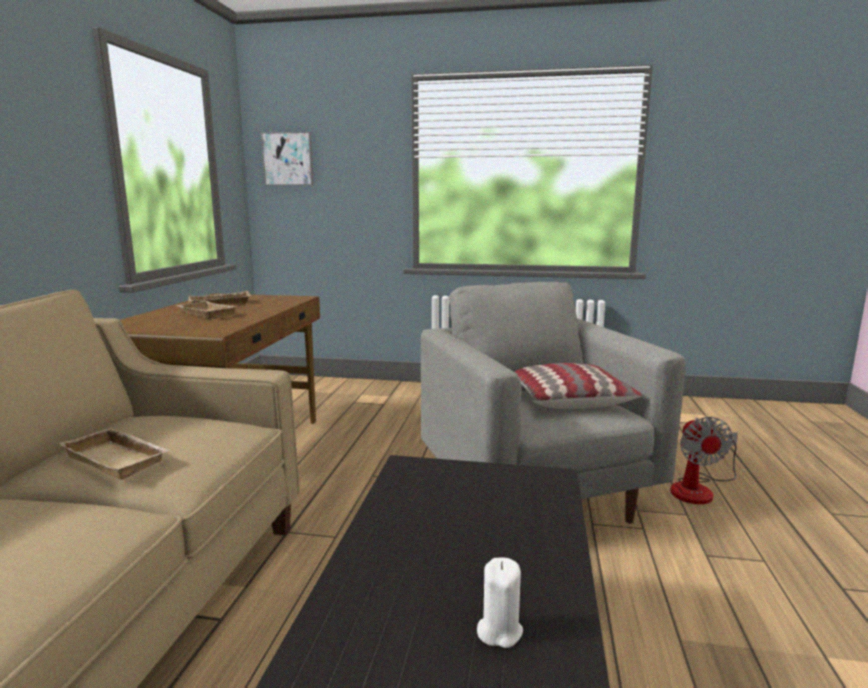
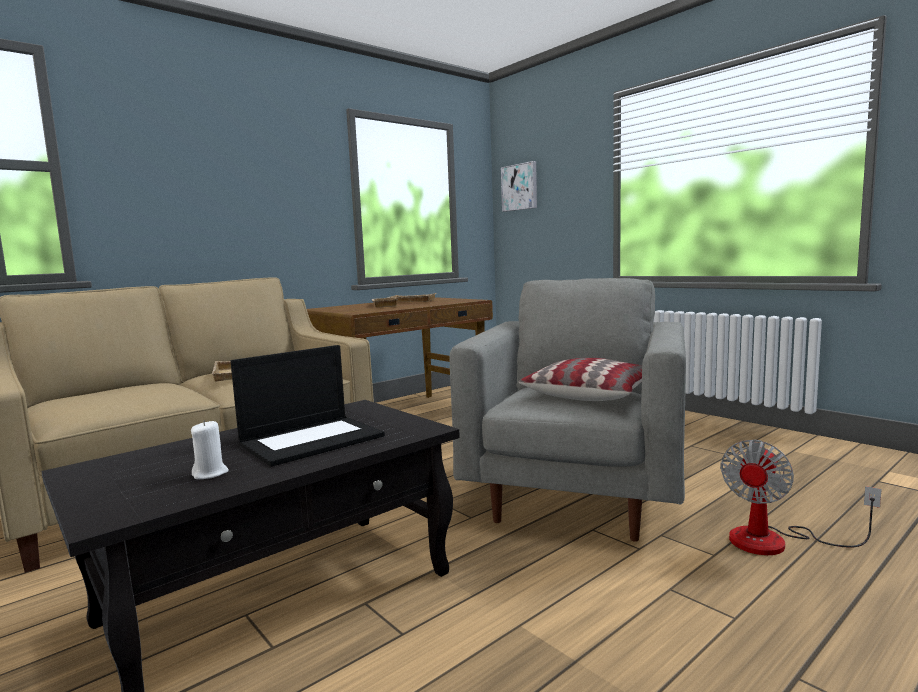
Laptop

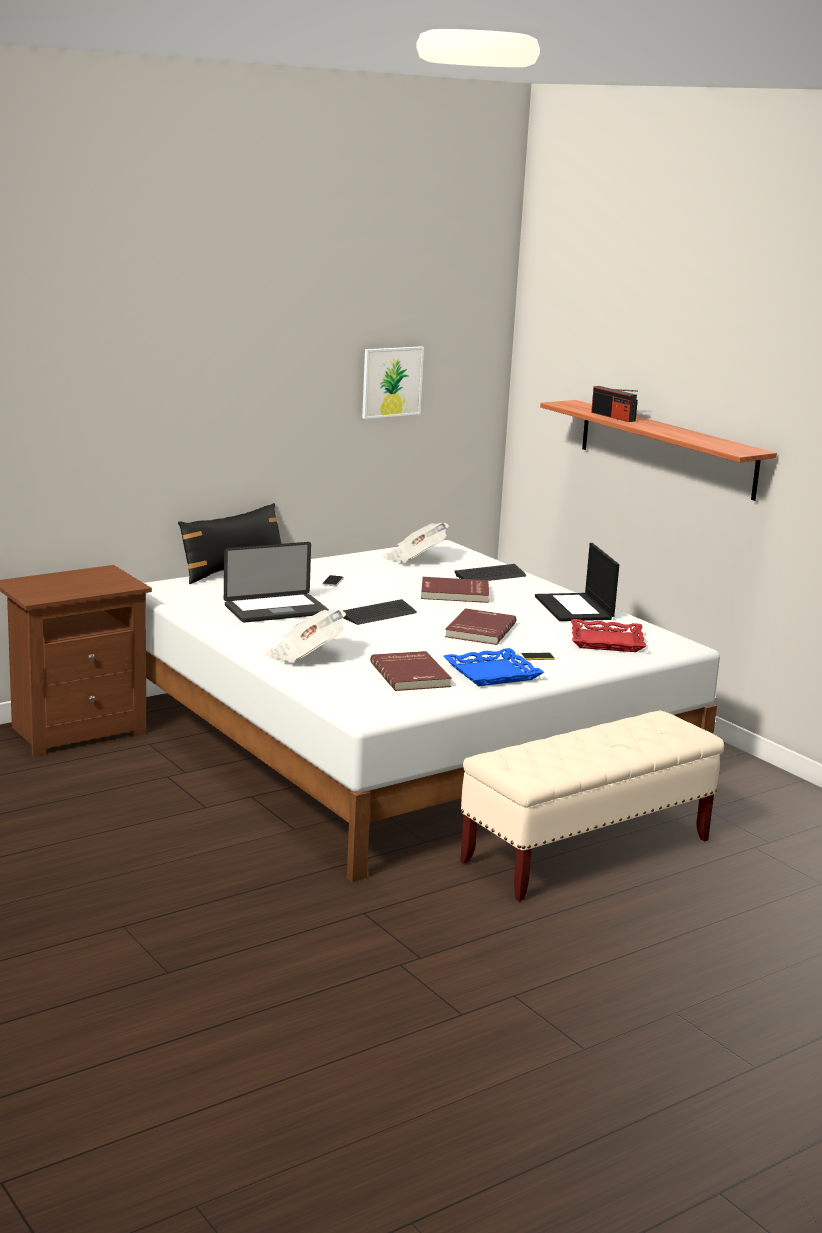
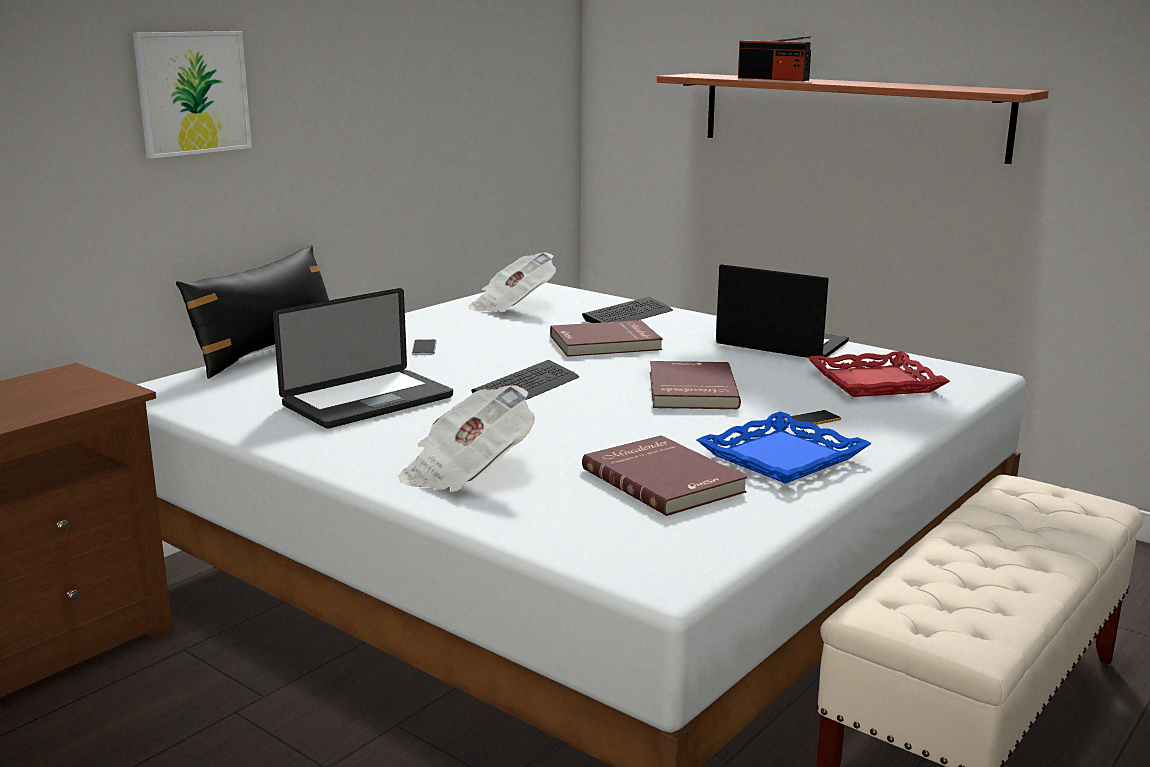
Picture
Laptop (no. 2 from left)

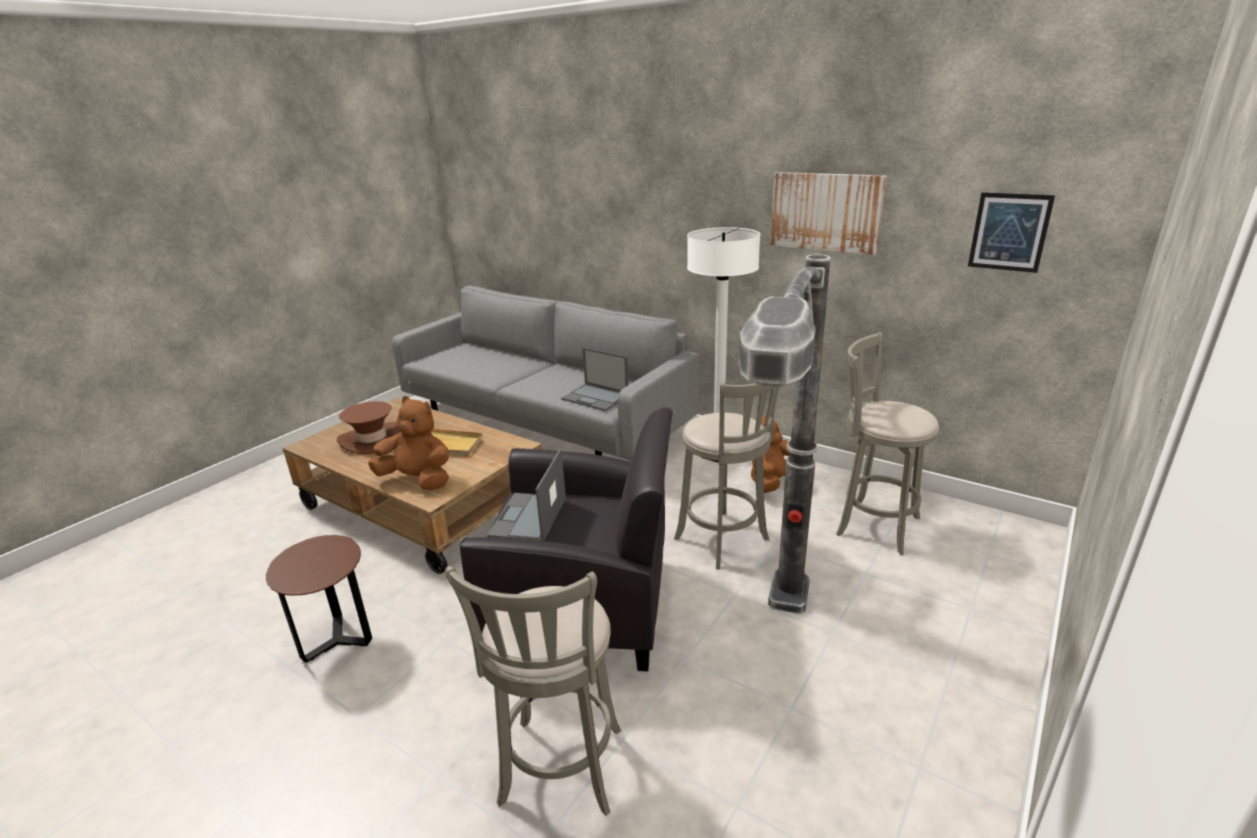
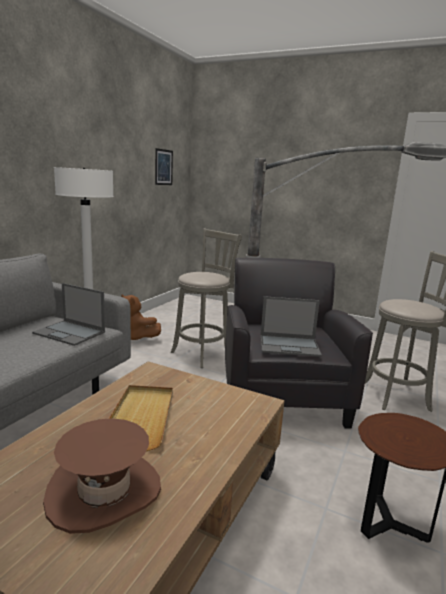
Laptop (no. 1 from left)
BrownPlushToy (no. 1 from left in the first image)
Picture (no. 1 from left in the first image)
GreyStool (no. 3 from left in the first image)

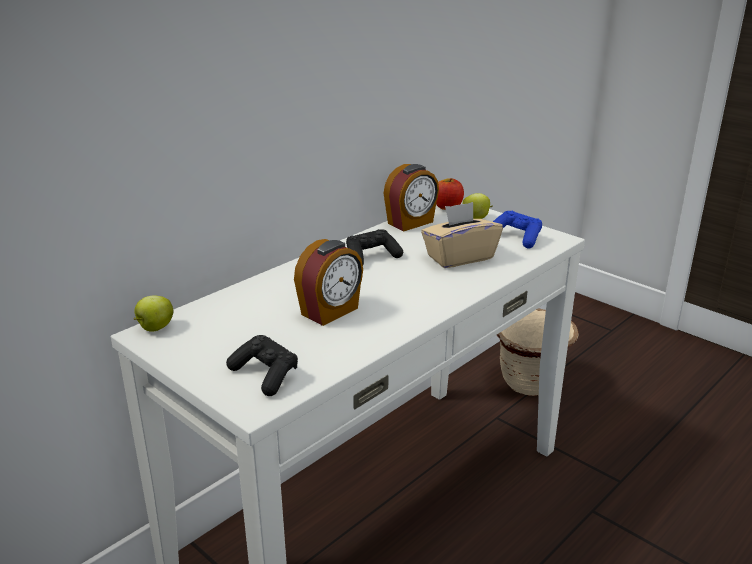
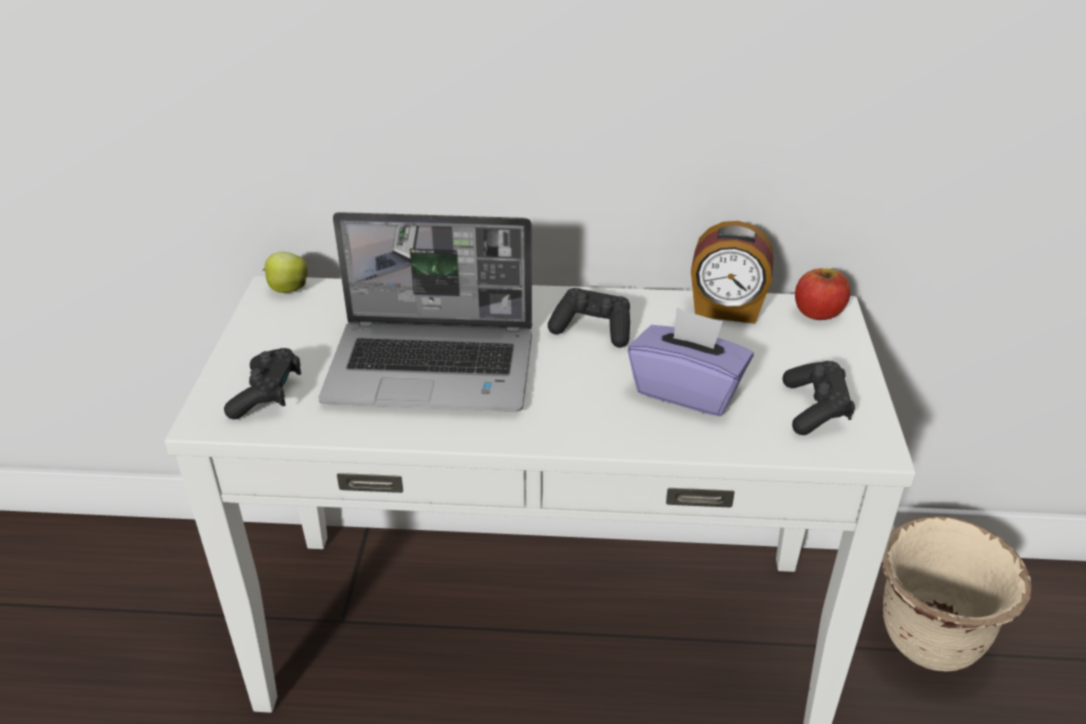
Laptop
PurpleTissueBox
BlackGameController (no. 3 from left)
Apple (no. 3 from left in the first image)

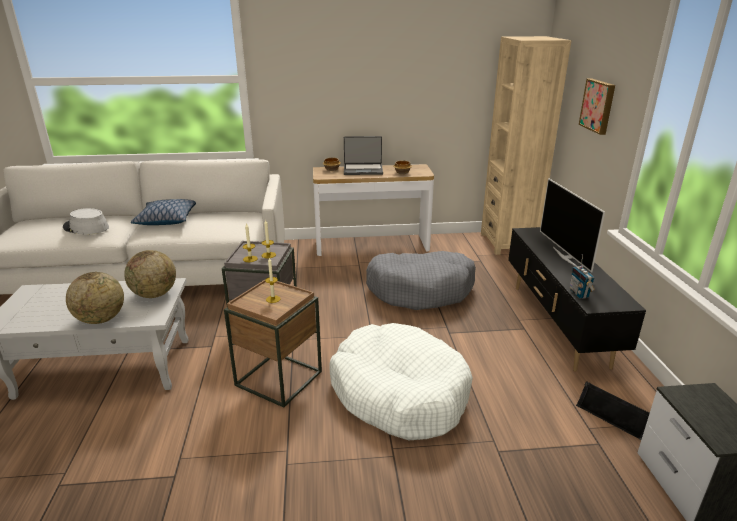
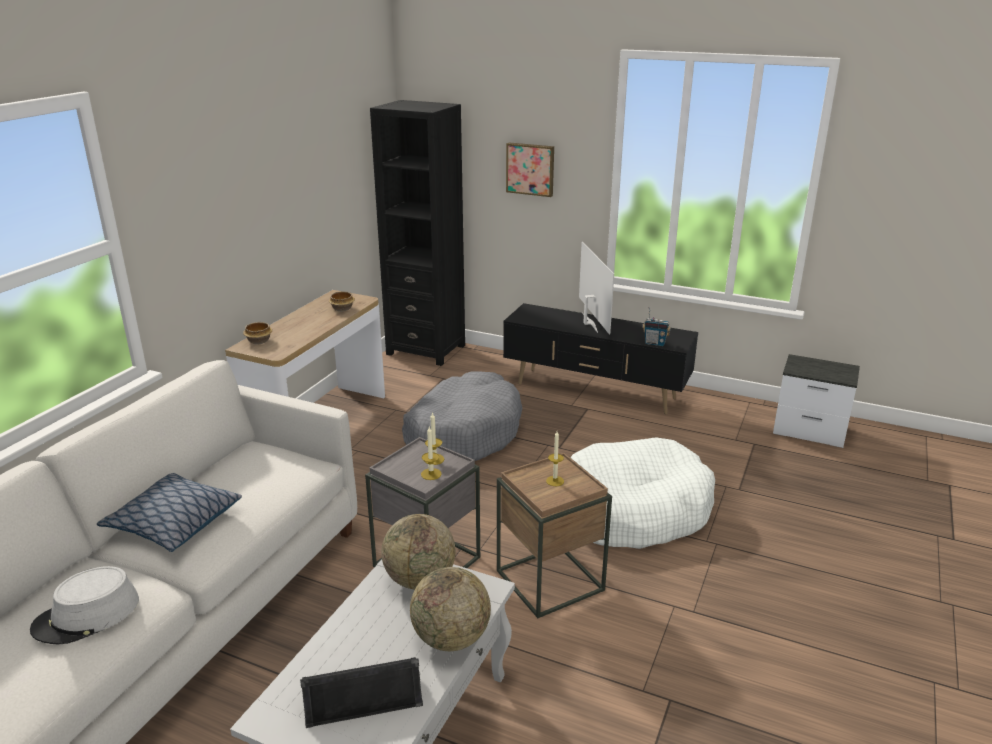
BlackSpeaker
BlackBookcase
Television
Laptop

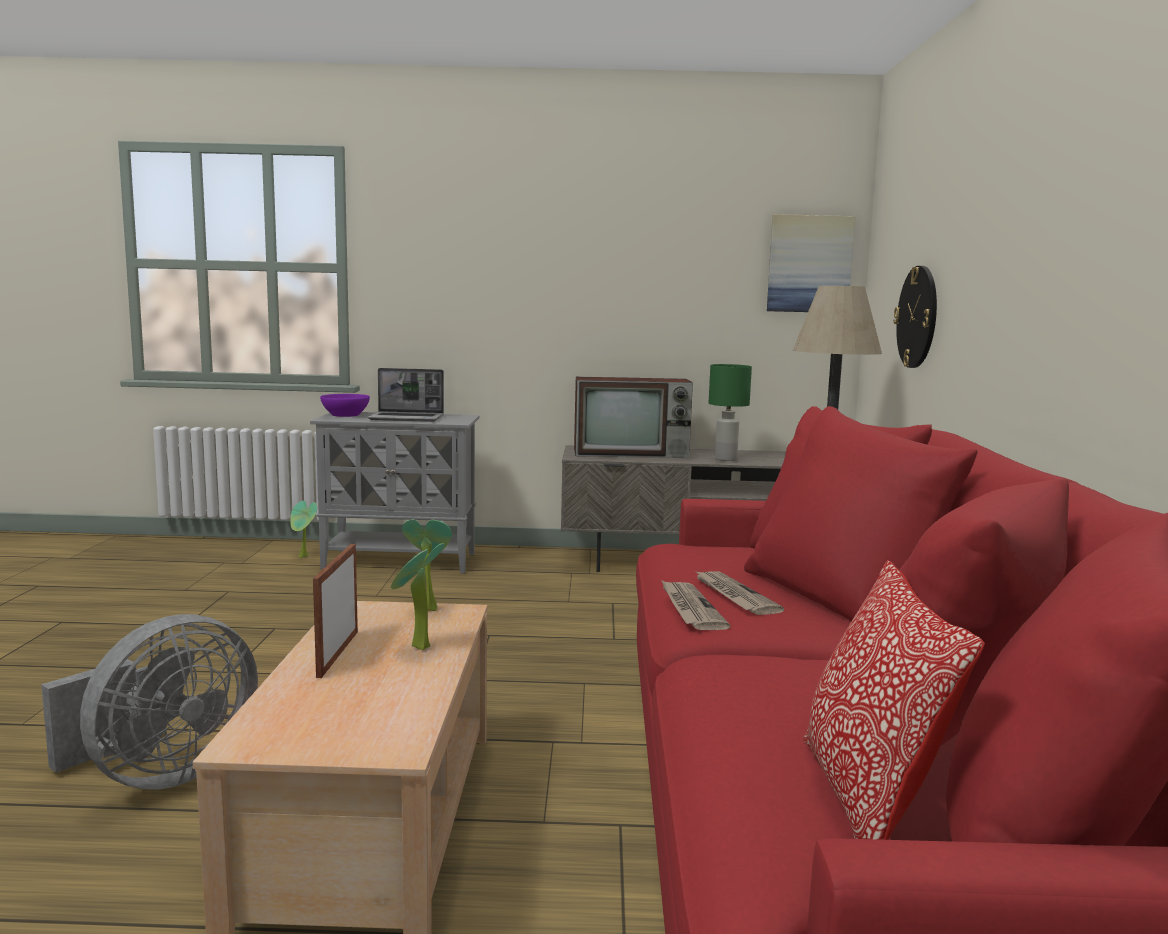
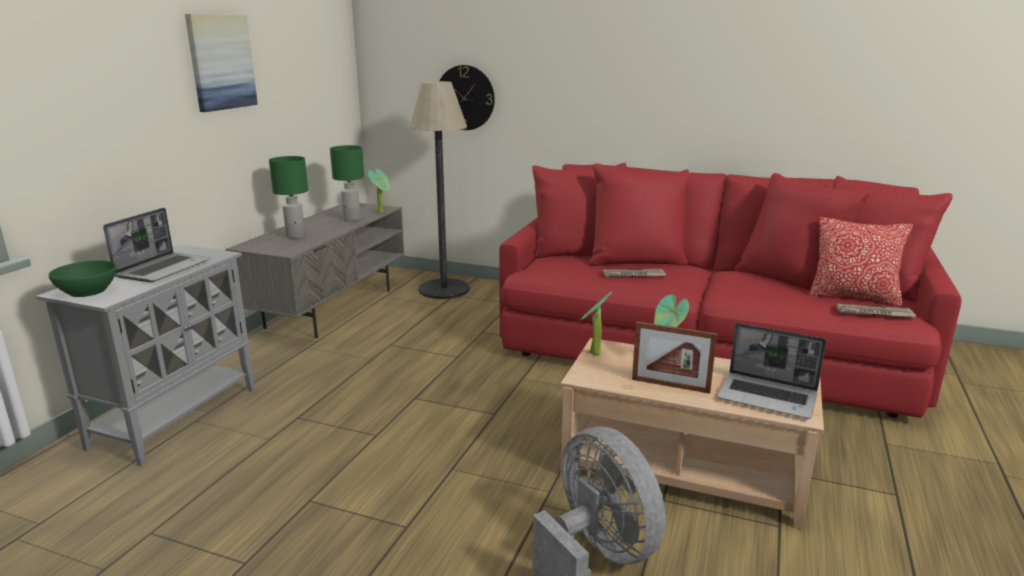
GreenBowl
Picture
GreenTableLamp (no. 1 from left)
PottedPlant (no. 1 from left)
Laptop (no. 2 from left)
Newspaper (no. 2 from left)

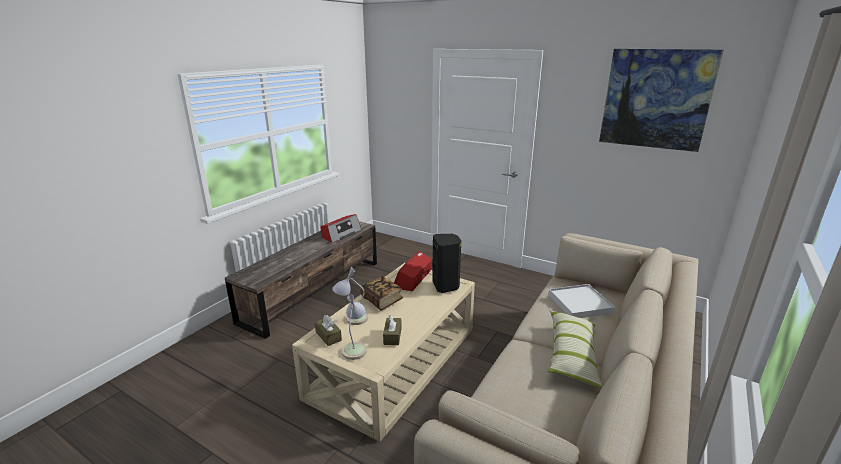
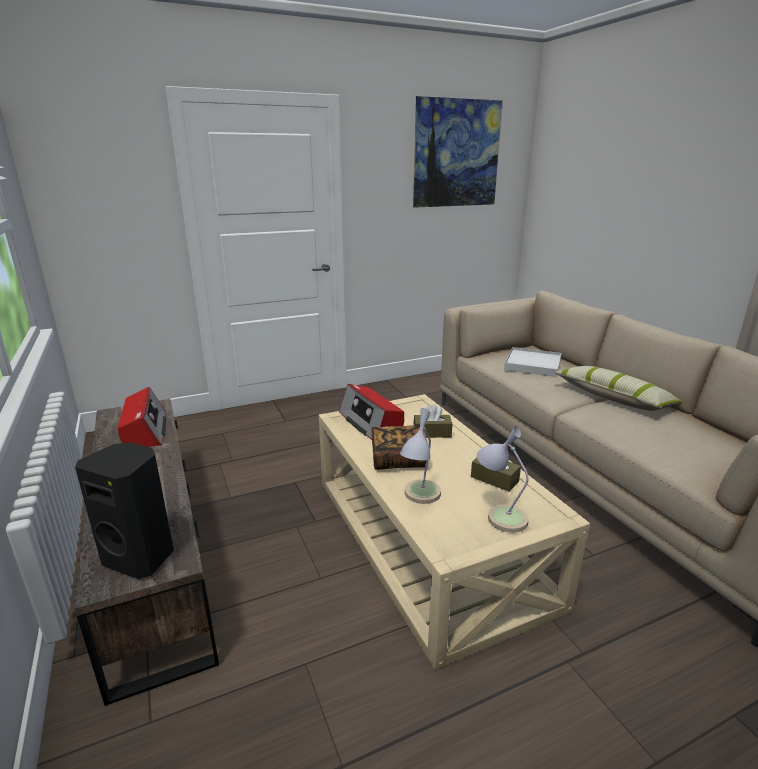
BlackSpeaker
BrownTissueBox (no. 1 from left)

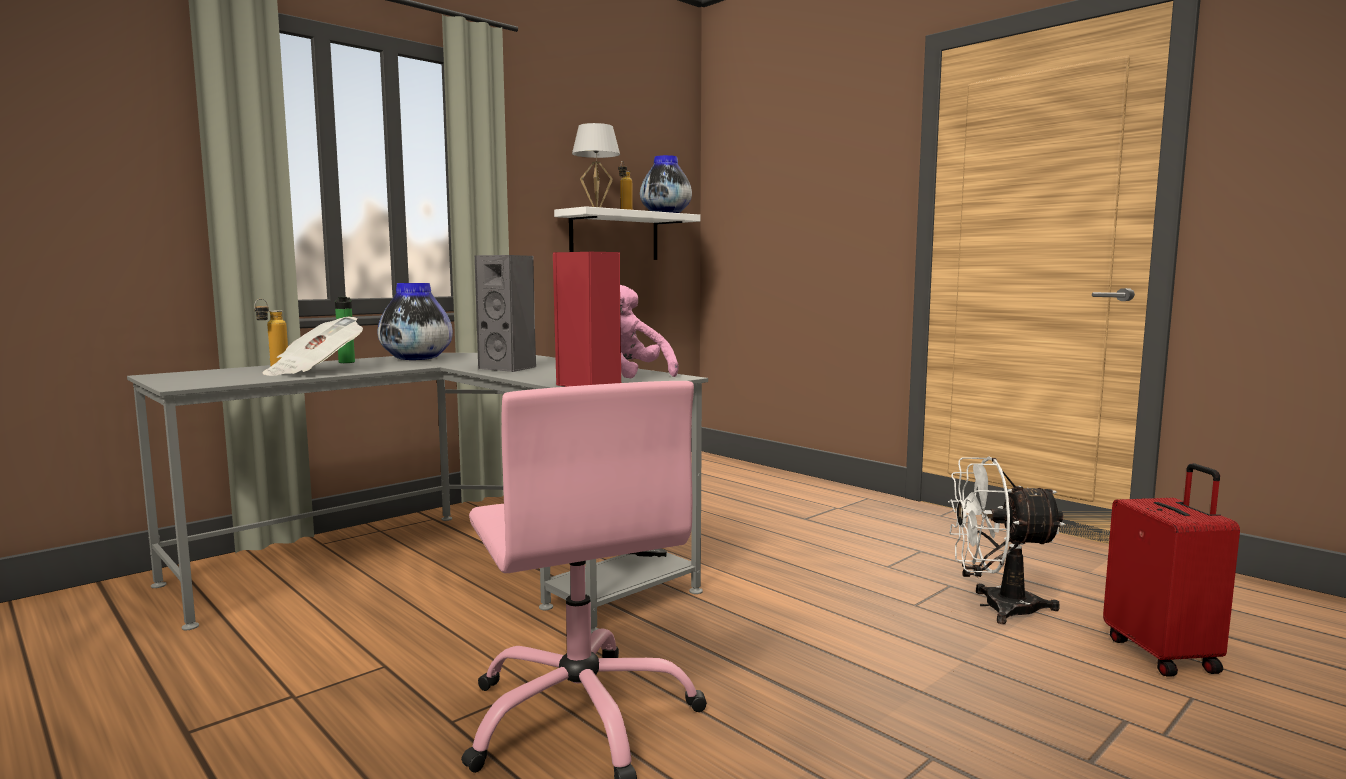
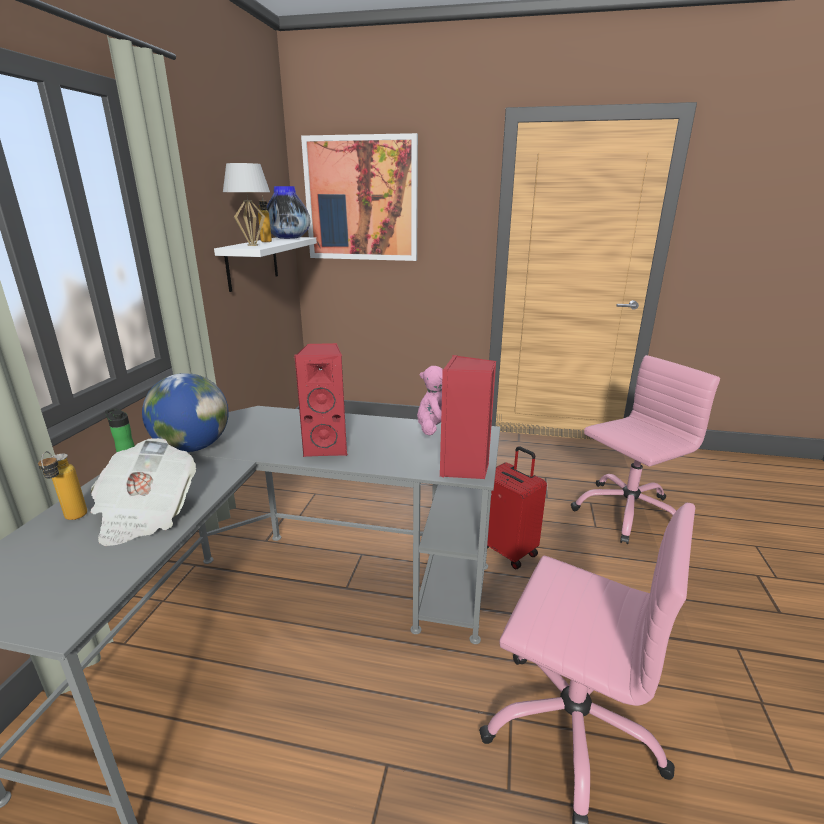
Globe
RedSpeaker (no. 1 from left)
Picture
RedSuitcase
PinkOfficeChair (no. 2 from left)

